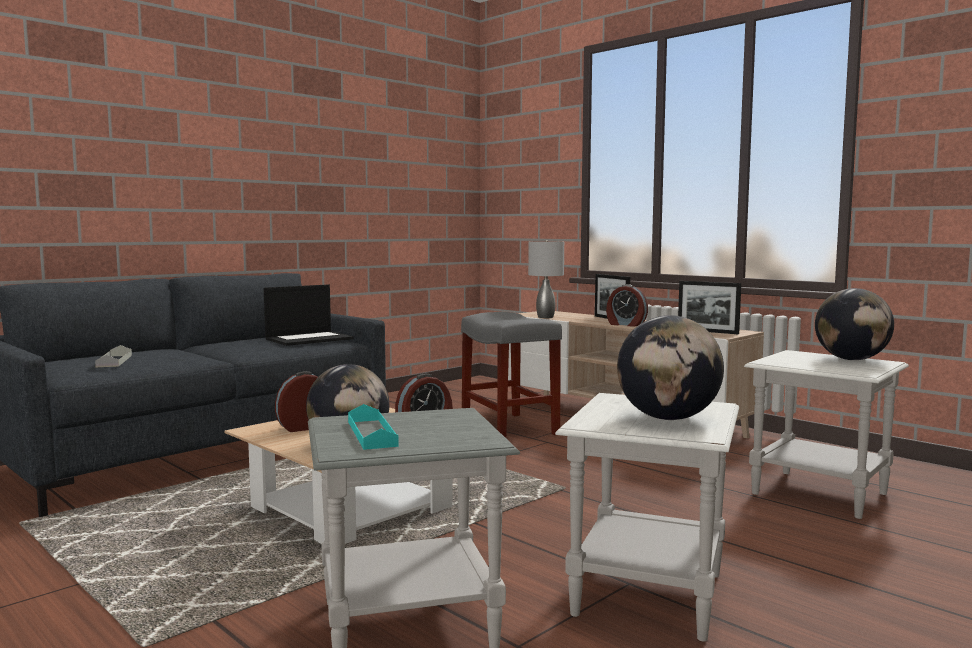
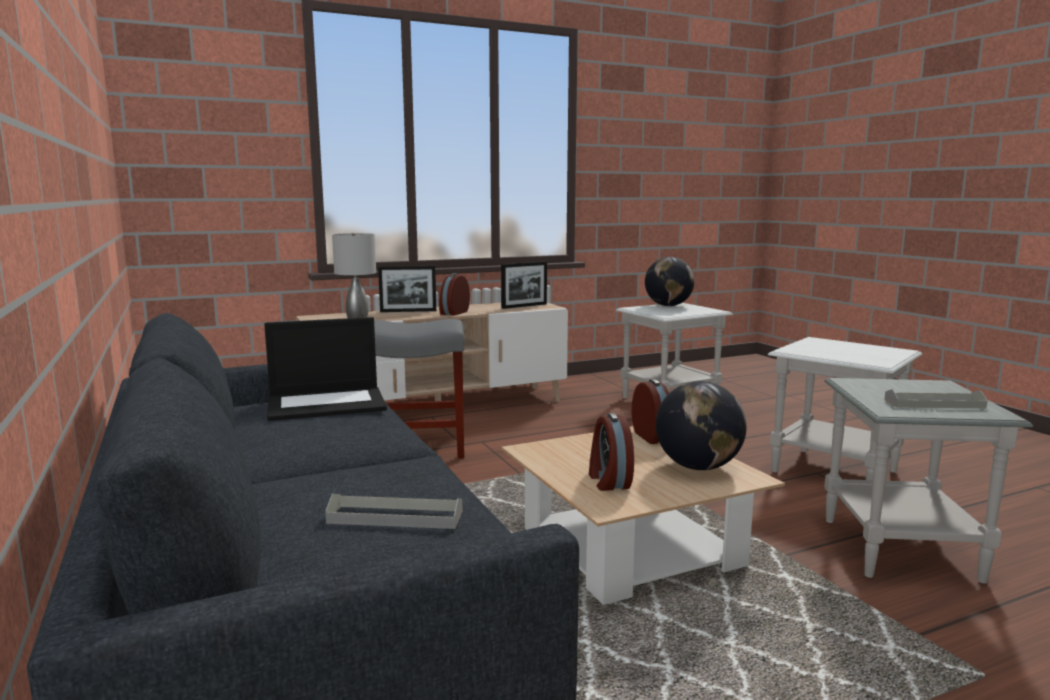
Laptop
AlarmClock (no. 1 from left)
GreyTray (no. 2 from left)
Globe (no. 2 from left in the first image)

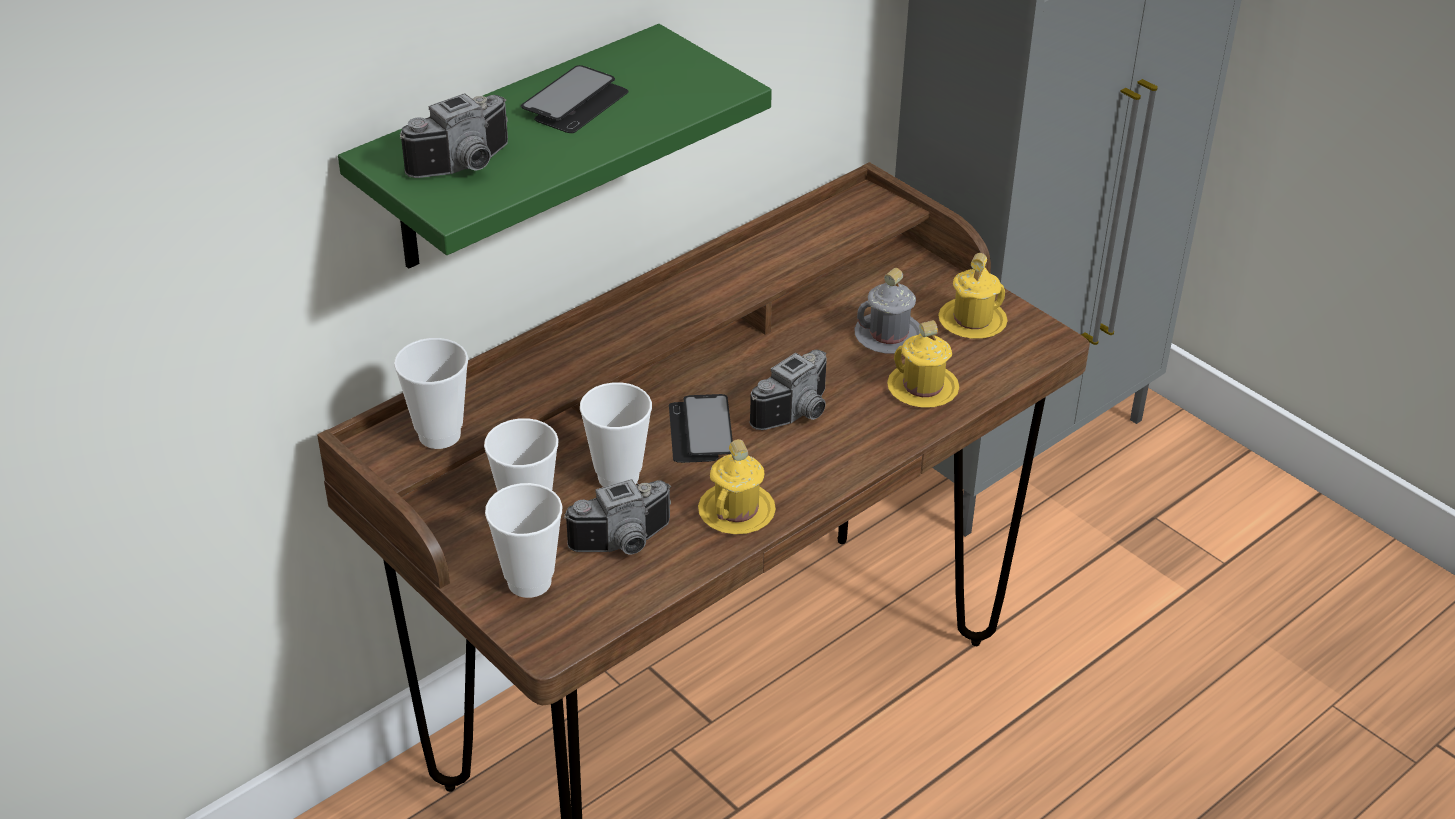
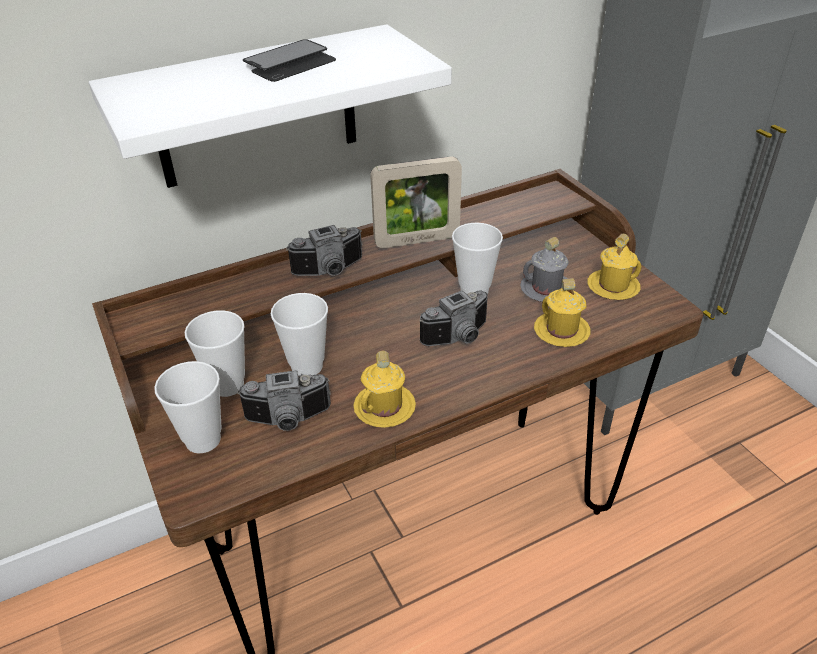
WhiteShelf
PhotoCamera (no. 2 from left)
PictureFrame
Cup (no. 4 from left)
Phone (no. 2 from left in the first image)

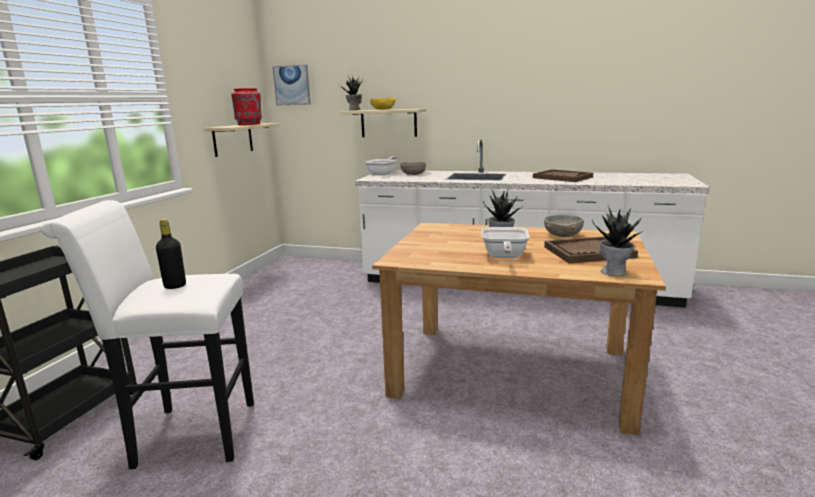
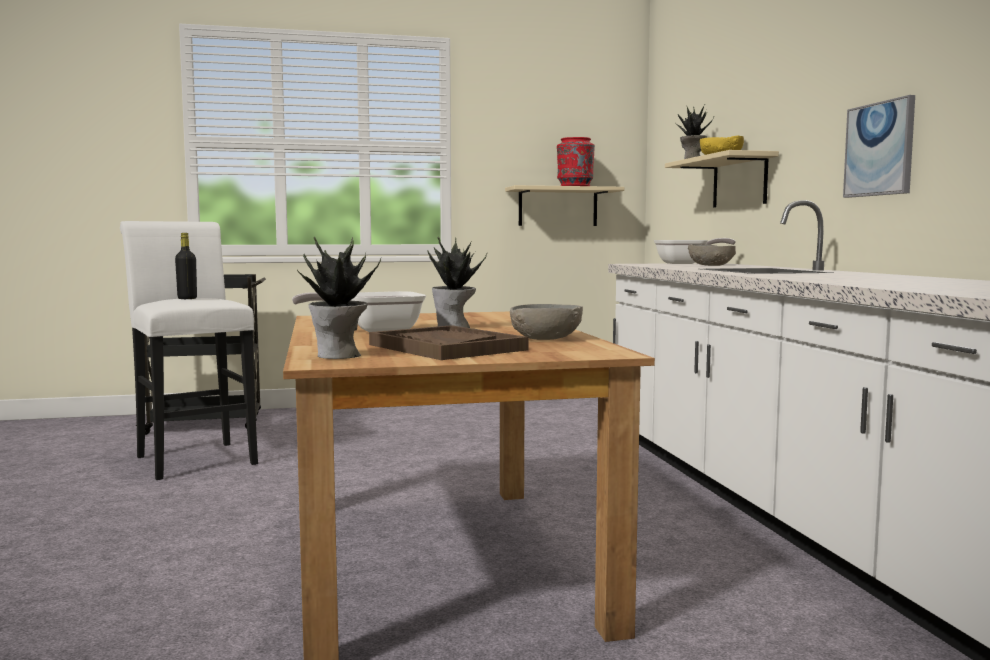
Picture
BrownTray (no. 1 from left in the first image)

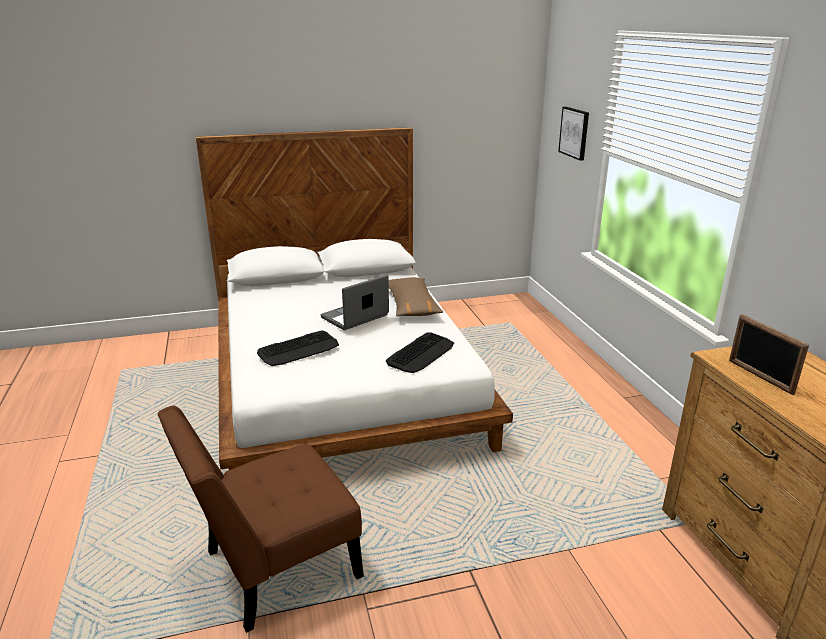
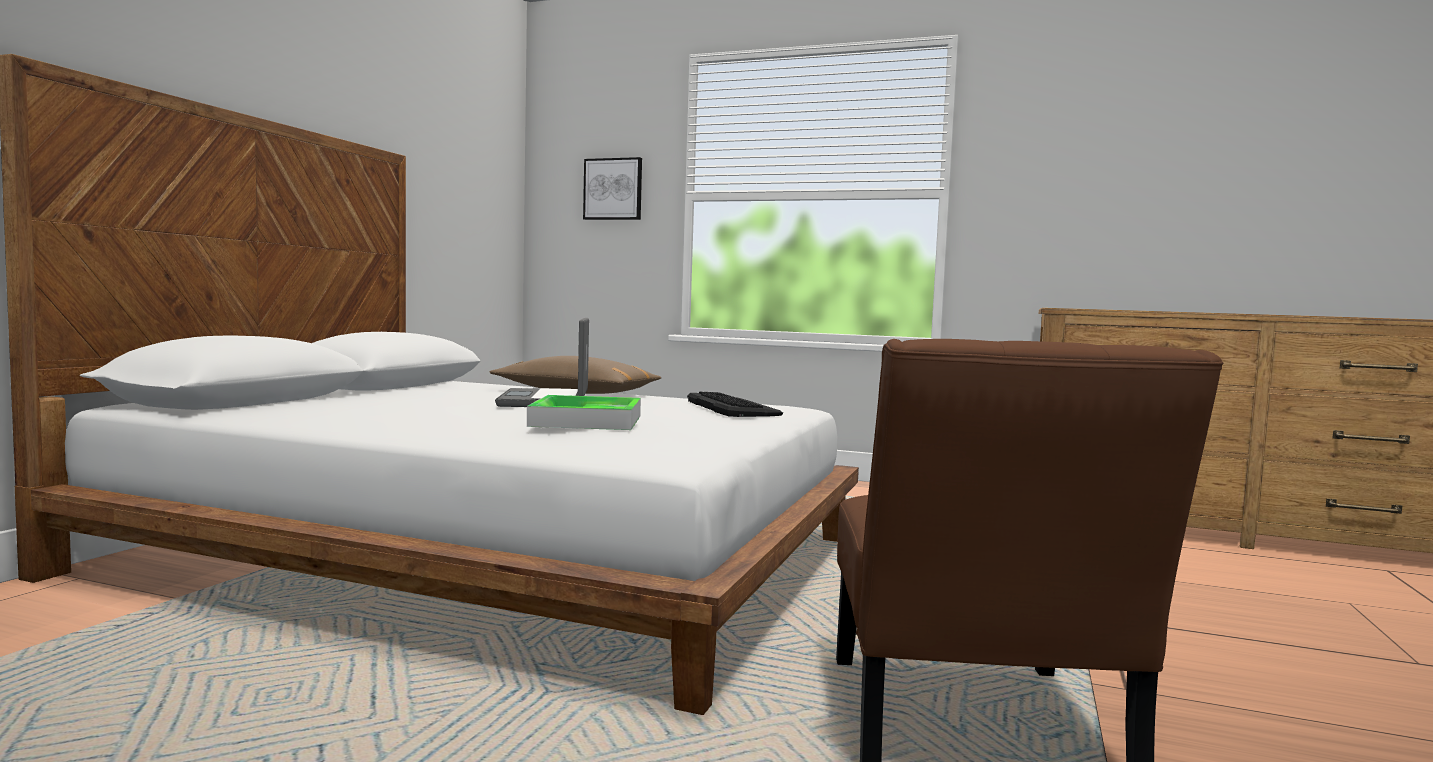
Tray
PictureFrame

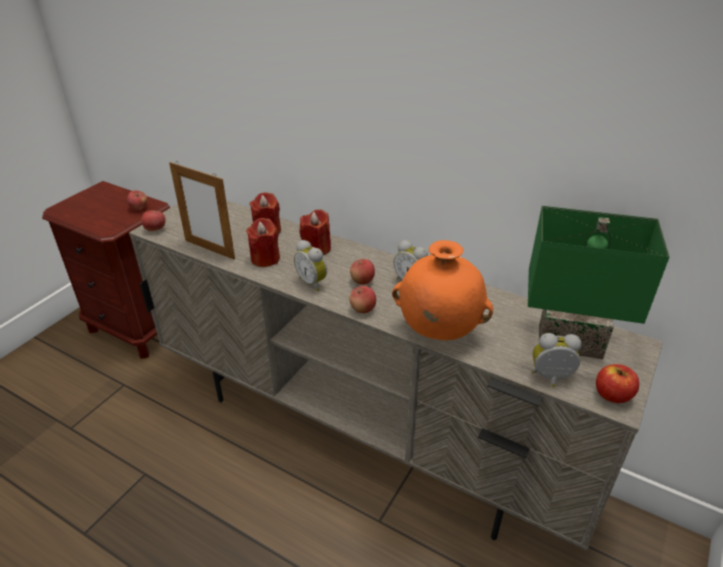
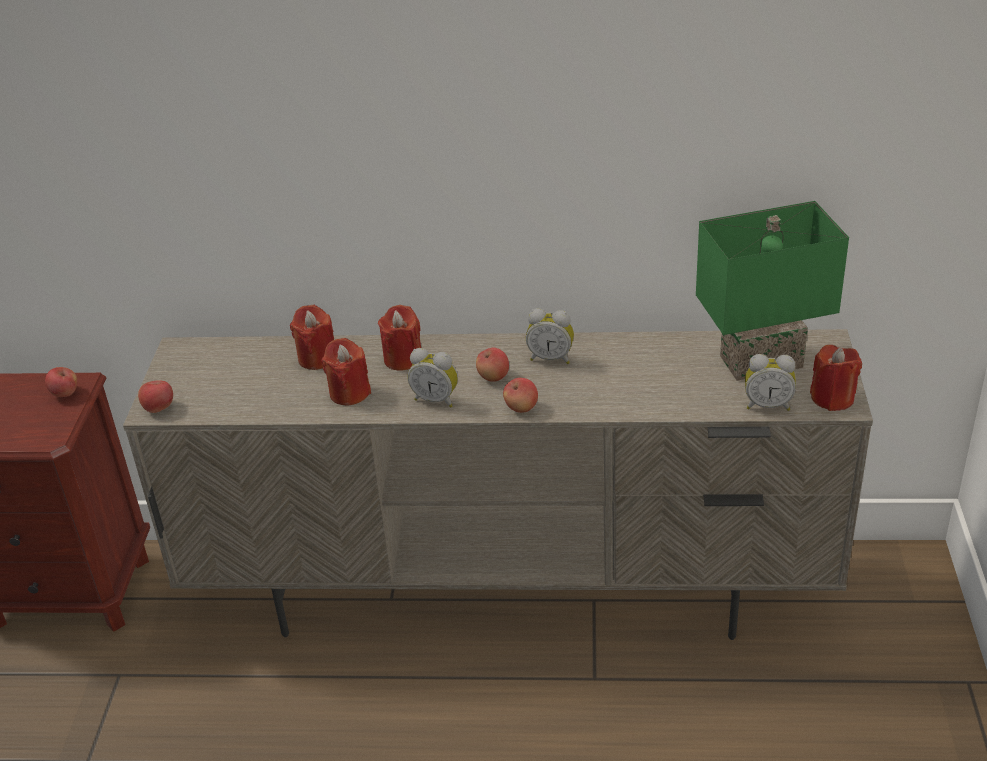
AlarmClock (no. 3 from left)
RedCandle (no. 4 from left)
PictureFrame
OrangeVase

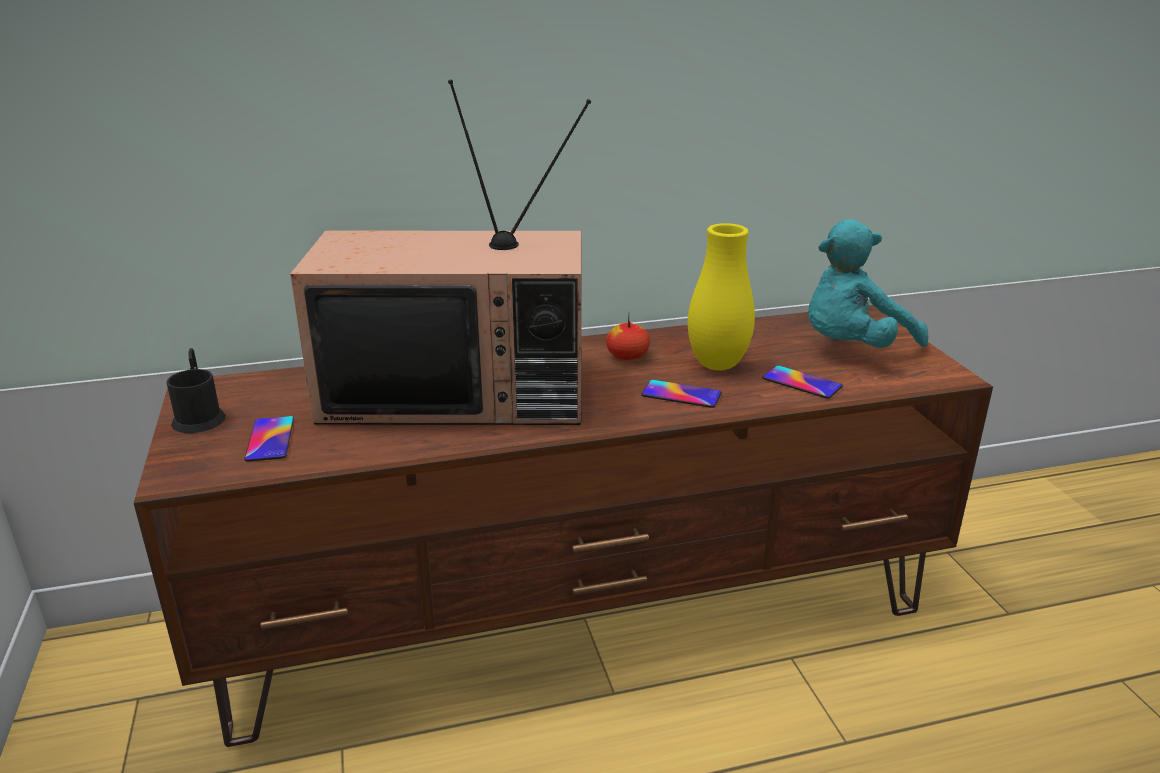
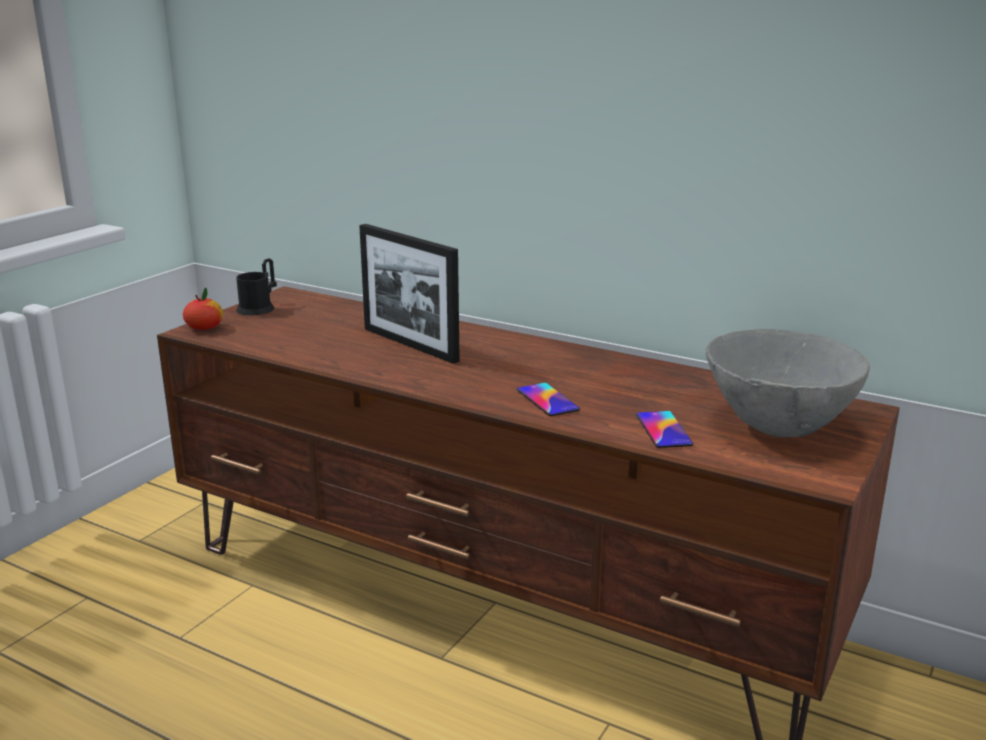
Apple
PictureFrame
GreyBowl
Phone (no. 1 from left in the first image)
YellowVase

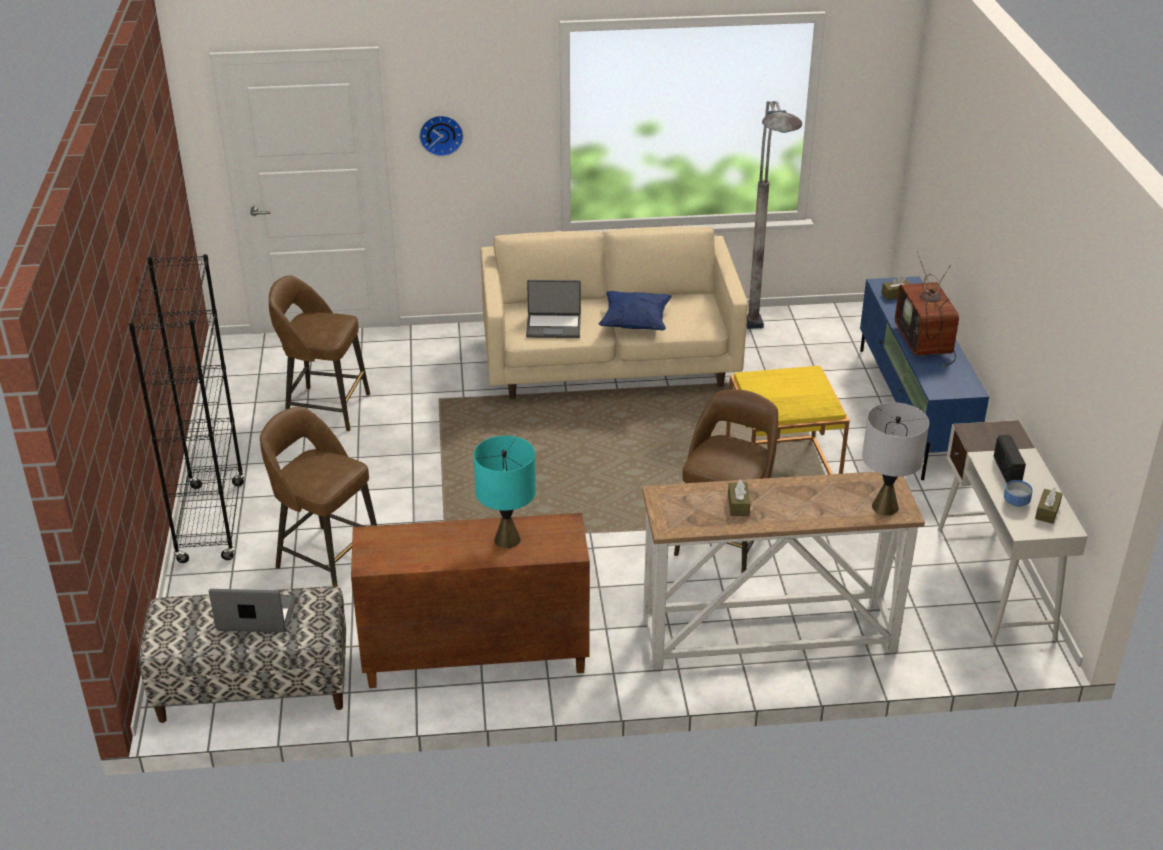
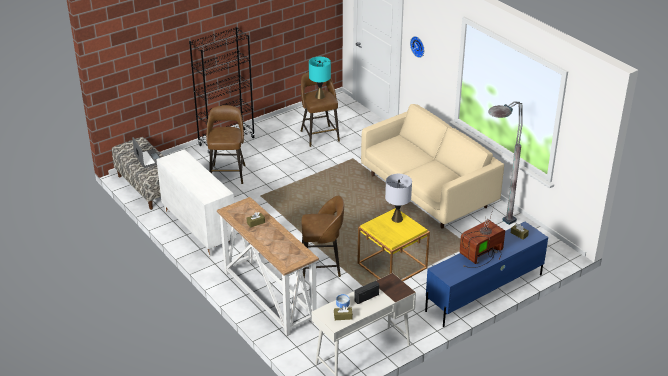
WhiteCabinet
TurquoiseTableLamp
GreyTableLamp
Laptop (no. 2 from left in the first image)
BluePillow

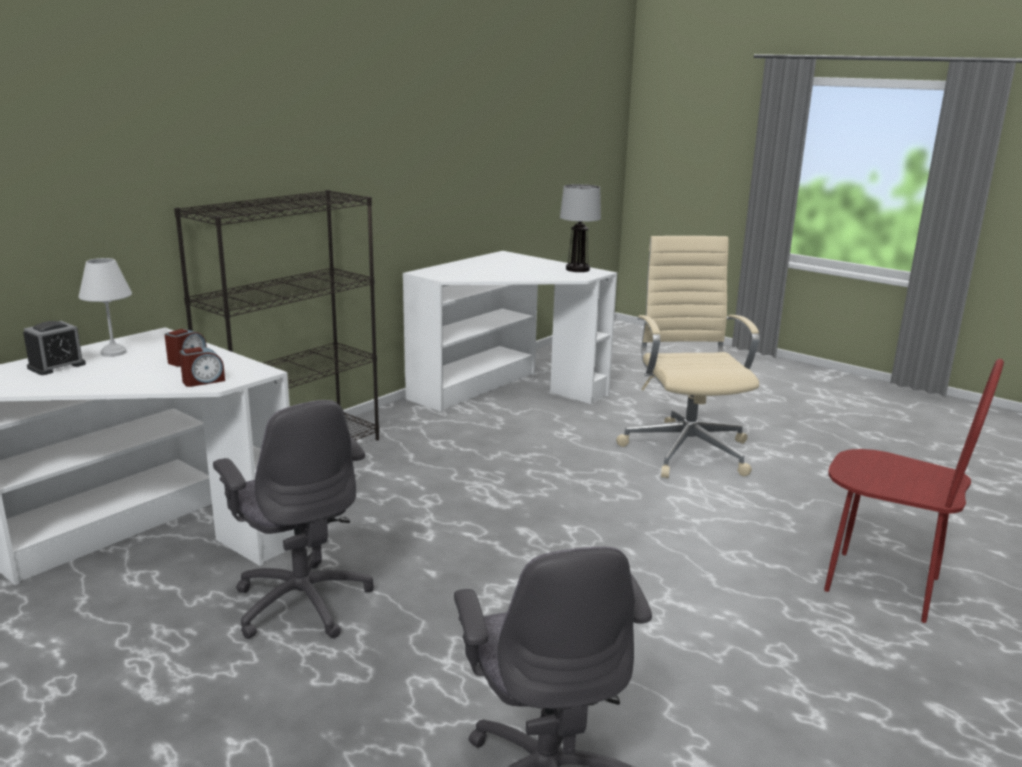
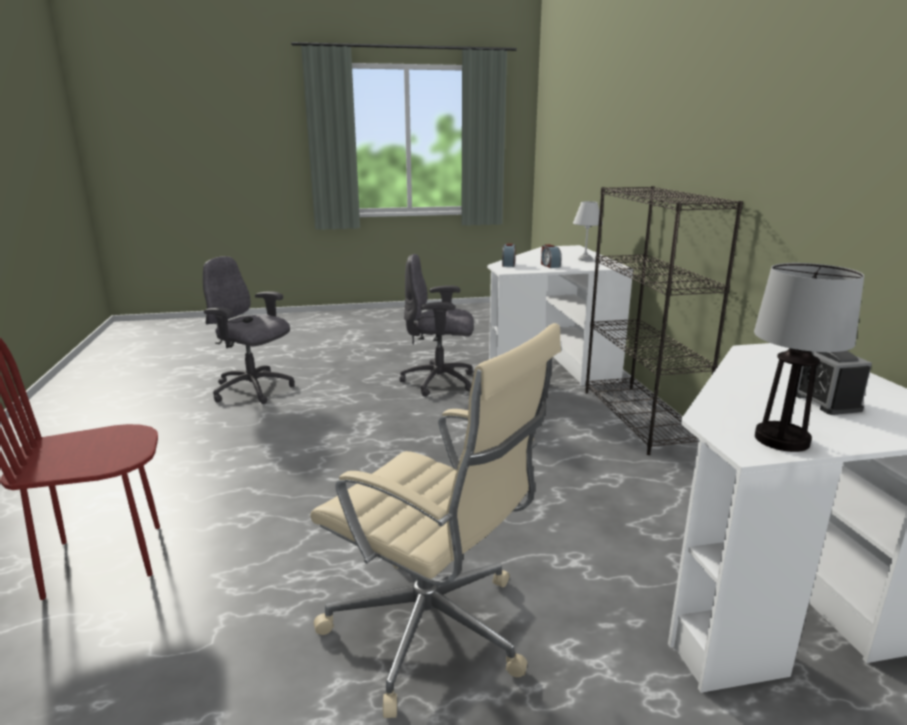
AlarmClock (no. 3 from left)

